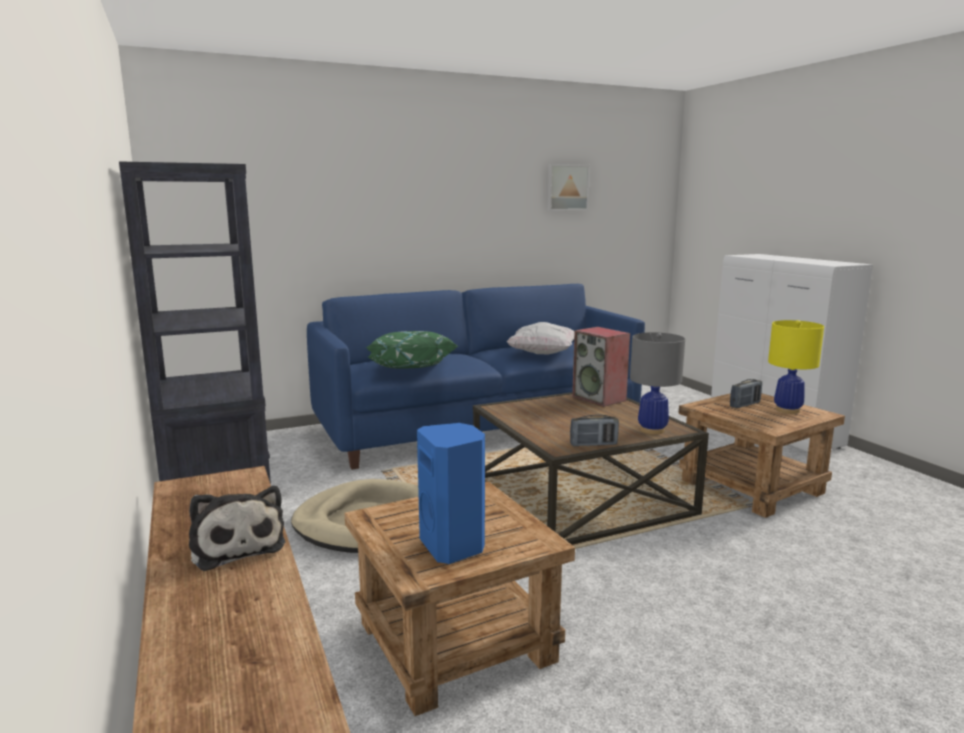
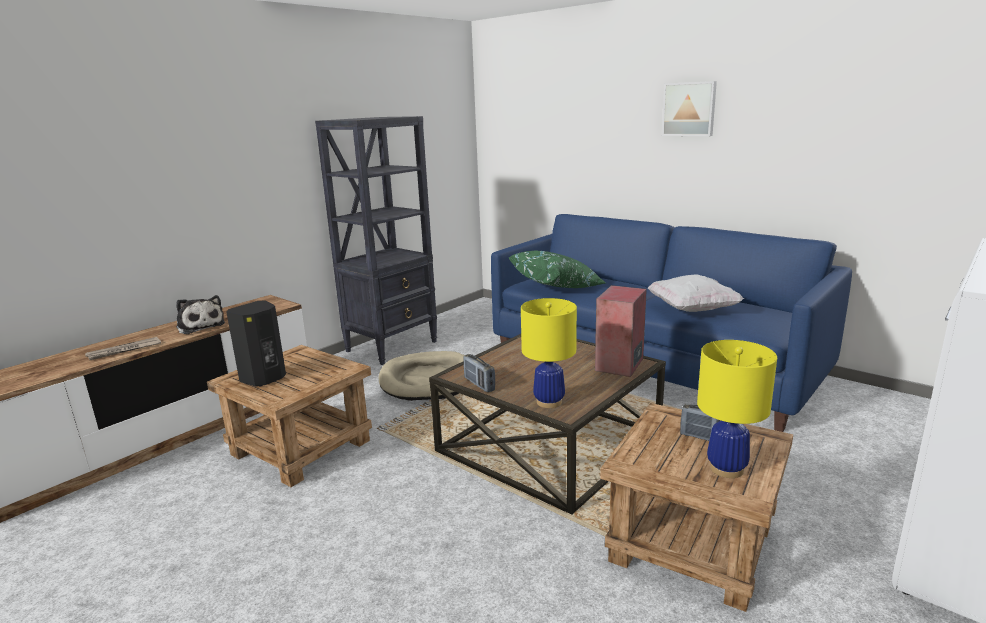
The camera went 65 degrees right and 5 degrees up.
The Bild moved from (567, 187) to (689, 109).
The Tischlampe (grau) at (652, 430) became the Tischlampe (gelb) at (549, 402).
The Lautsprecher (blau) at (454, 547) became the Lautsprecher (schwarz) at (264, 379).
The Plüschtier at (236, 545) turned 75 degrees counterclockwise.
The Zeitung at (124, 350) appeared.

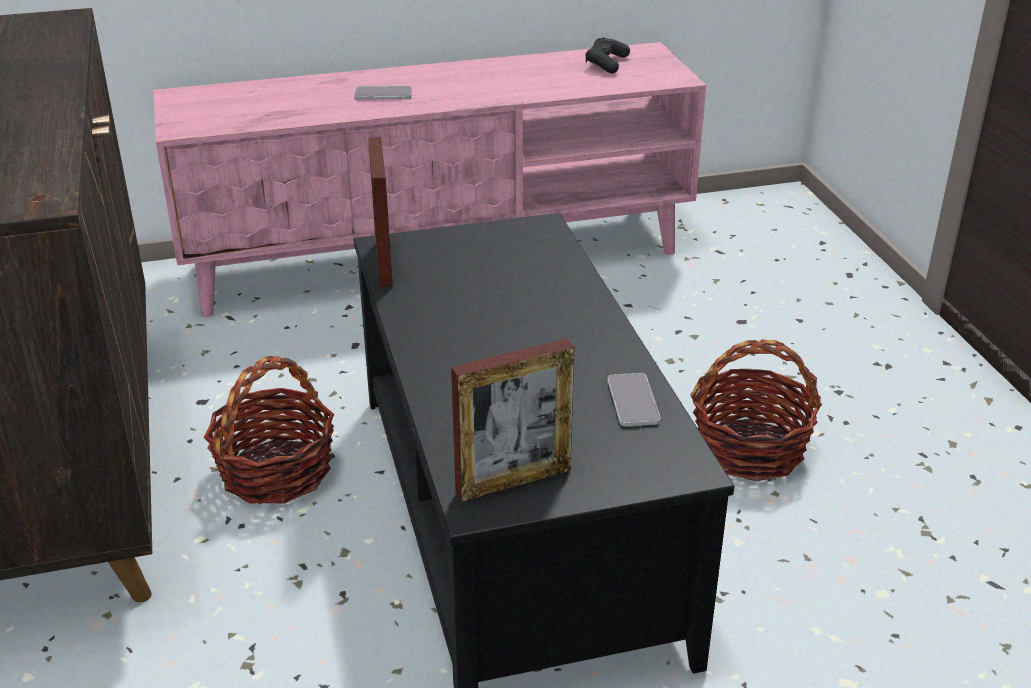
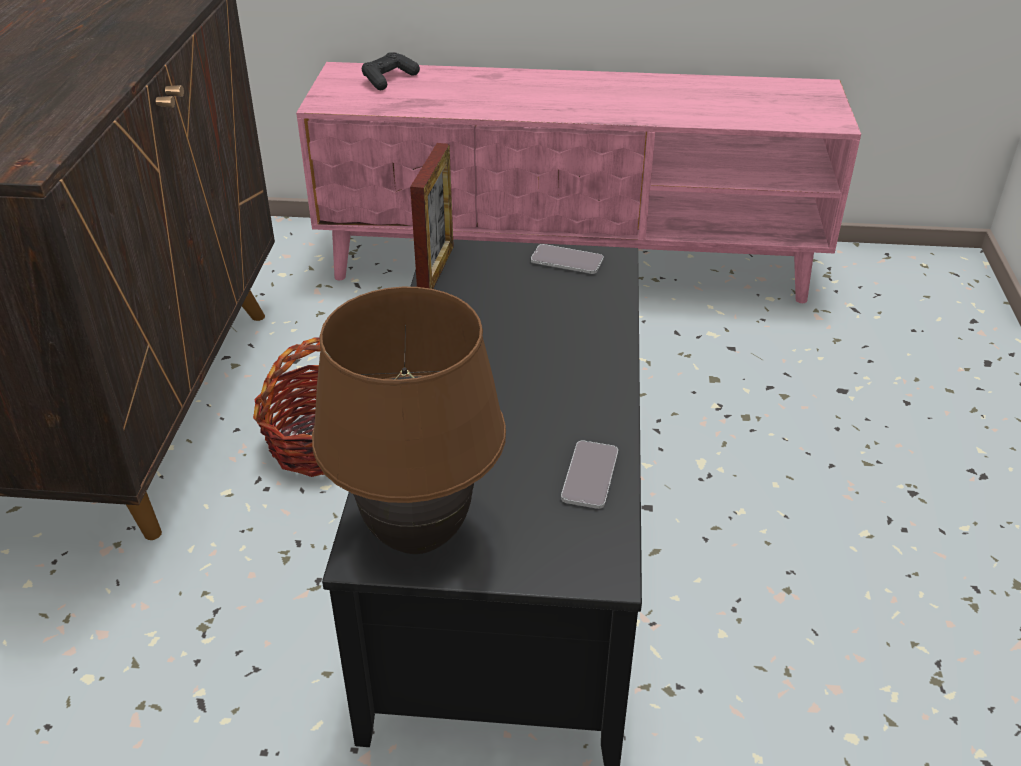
The camera went 20 degrees right and 5 degrees up.
The Gamepad (schwarz) moved from (606, 63) to (389, 79).
The Handy moved from (383, 94) to (567, 260).
The Bilderrahmen at (513, 481) was replaced by the Tischlampe (braun) at (417, 536).
The Korb at (750, 449) disappeared.

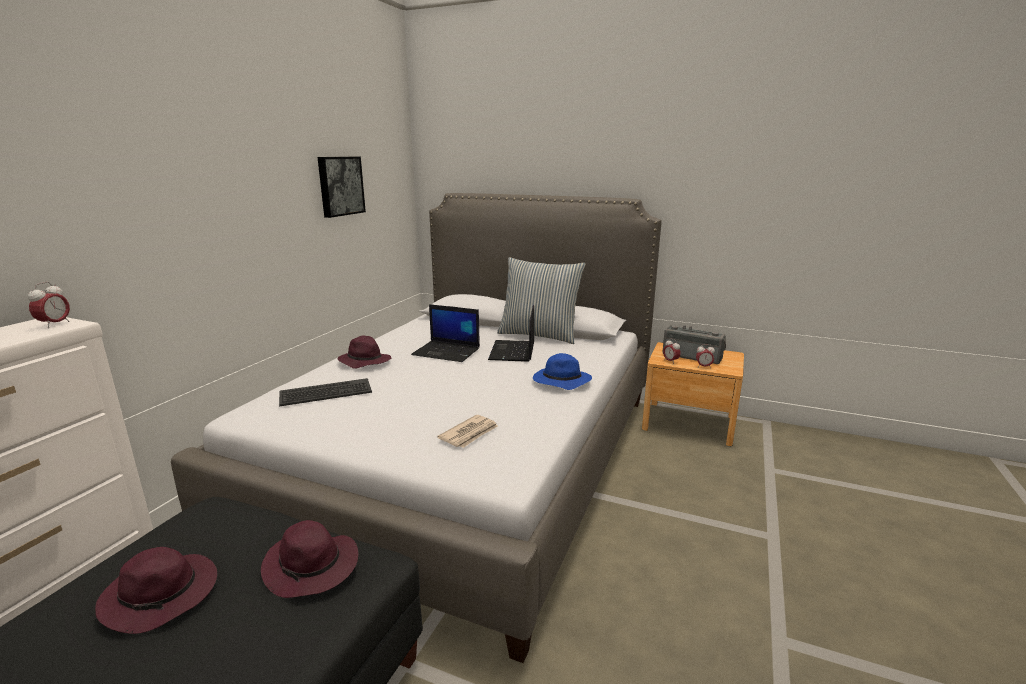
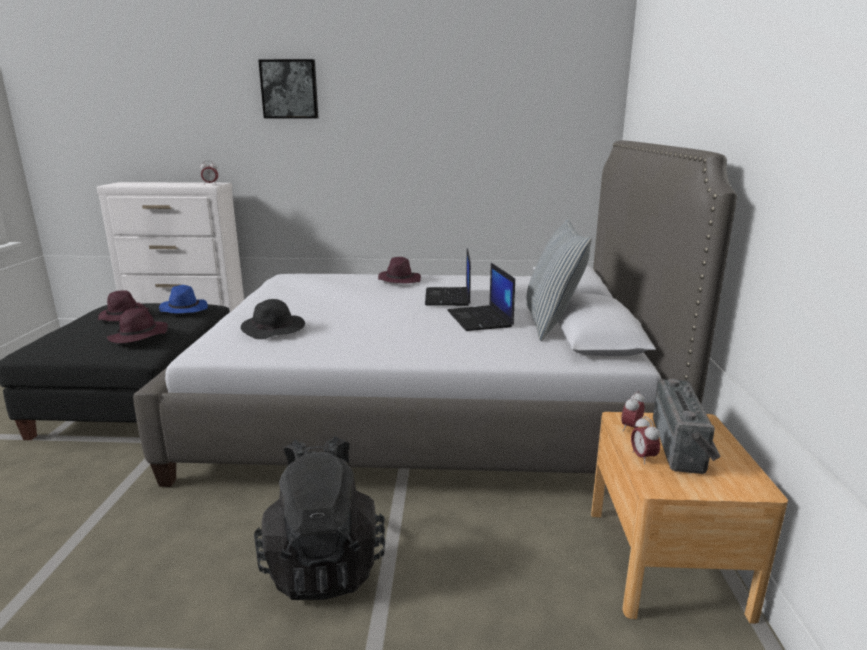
The camera went 70 degrees right and 0 degrees up.
The Bild moved from (340, 186) to (289, 89).
The Laptop at (513, 351) turned 90 degrees counterclockwise.
The Hut (blau) moved from (560, 382) to (183, 310).
The Tastatur at (326, 393) disappeared.
The Zeitung at (470, 434) was replaced by the Hut (schwarz) at (274, 330).
The Rucksack (schwarz) at (324, 564) appeared.

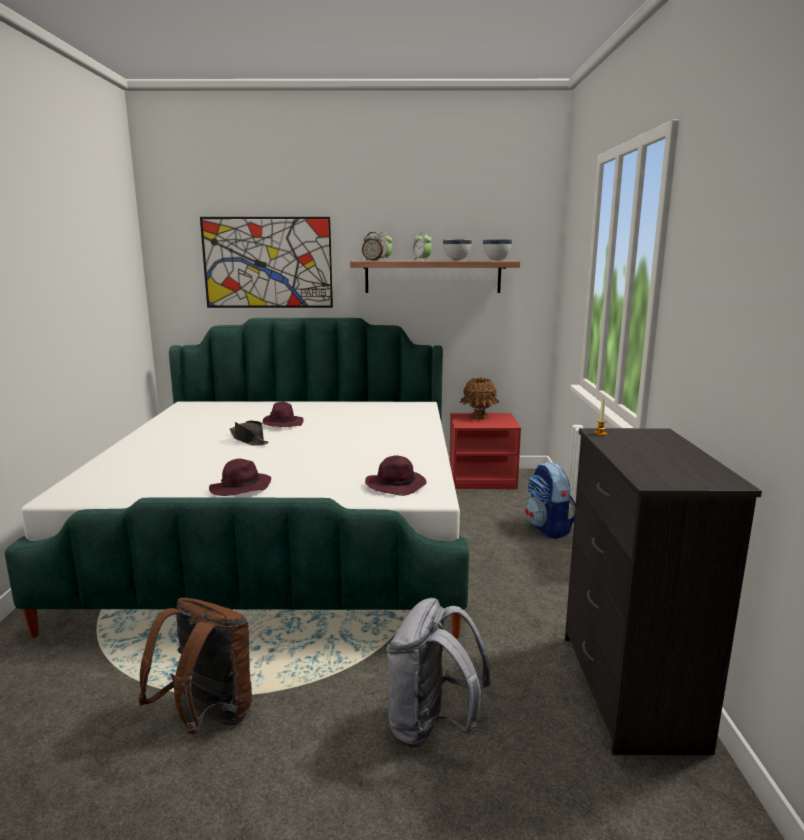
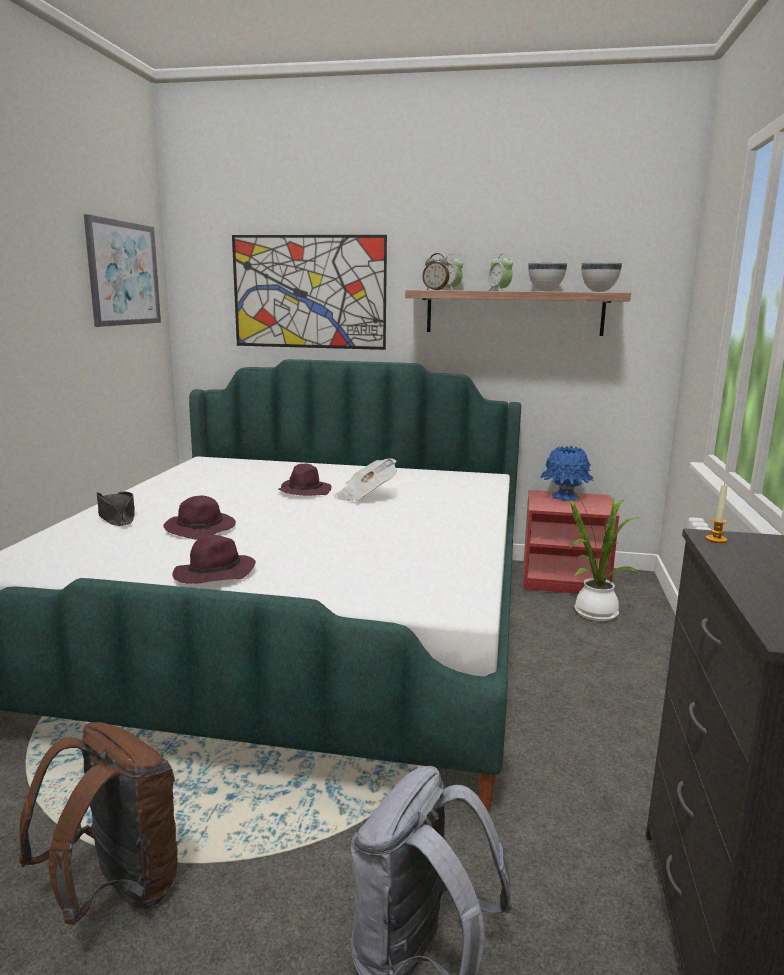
The camera went 10 degrees right and 0 degrees up.
The Vase (braun) at (478, 416) became the Vase (blau) at (565, 497).
The Hut (schwarz) moved from (249, 440) to (117, 517).
The Hut (lila) moved from (396, 485) to (201, 529).
The Rucksack at (548, 529) disappeared.
The Bild at (124, 273) appeared.
The Zeitung at (365, 496) appeared.
The Topfpflanze at (592, 612) appeared.

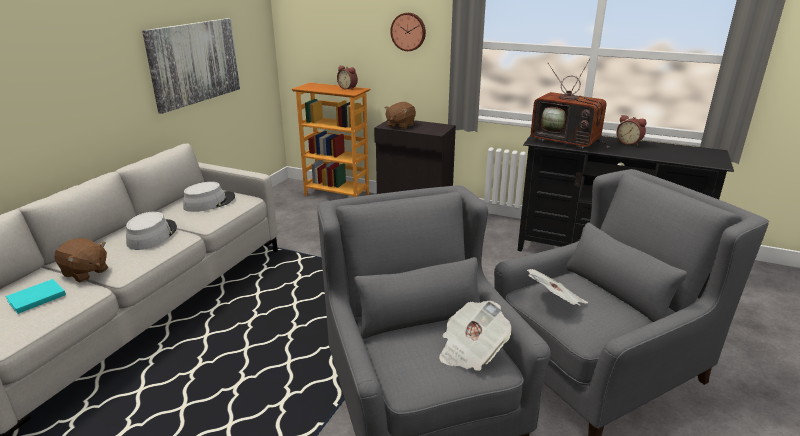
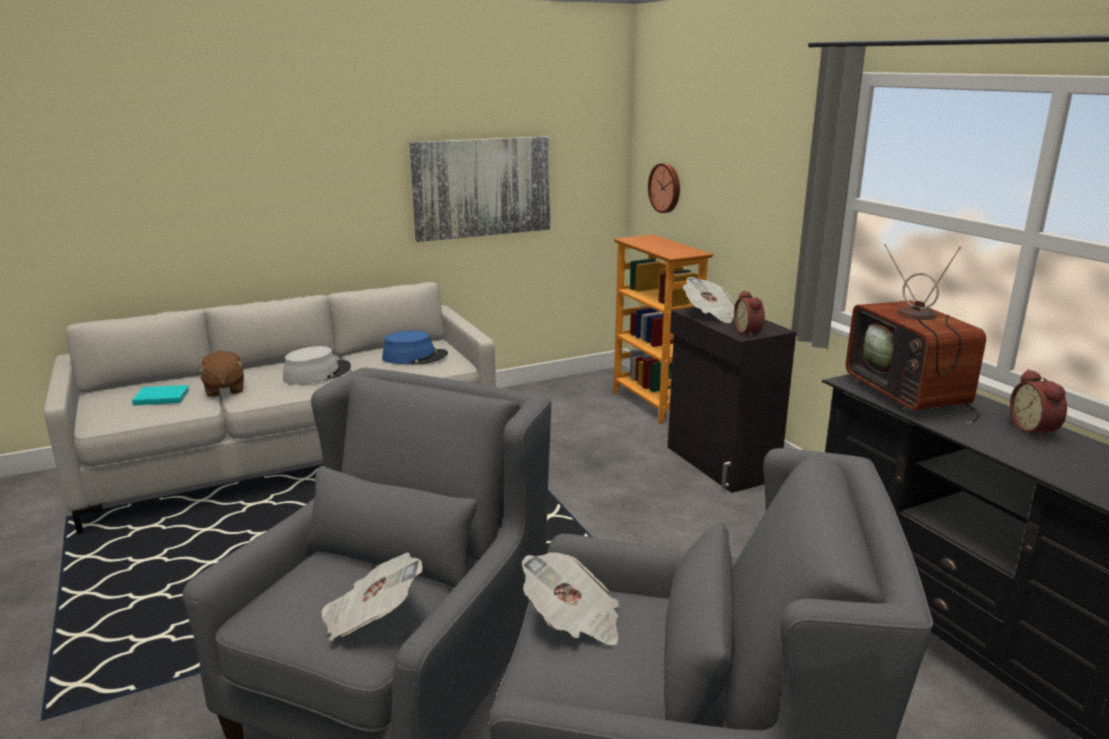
The camera went 40 degrees right and 5 degrees down.
The Wanduhr moved from (408, 31) to (666, 188).
The Wecker moved from (348, 88) to (749, 332).
The Plüschtier (braun) at (400, 125) was replaced by the Zeitung at (710, 315).
The Hut (grau) at (209, 202) became the Hut (blau) at (415, 357).

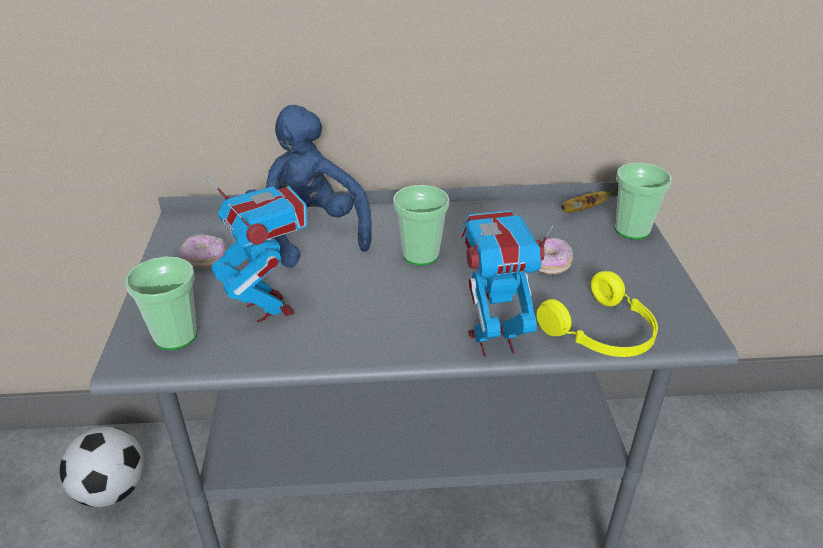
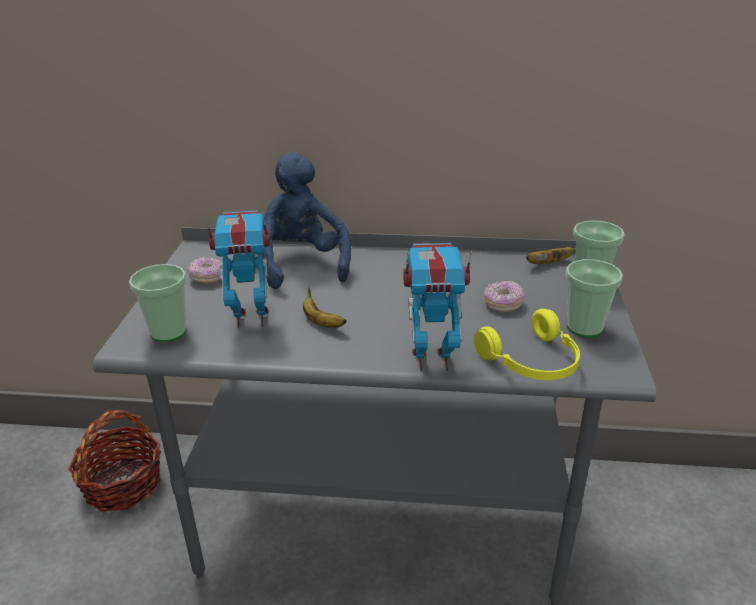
The camera went 10 degrees right and 5 degrees down.
The Spielzeugroboter at (270, 307) turned 75 degrees counterclockwise.
The Tasse moved from (420, 255) to (584, 327).
The Fußball at (112, 490) was replaced by the Korb at (123, 484).
The Banane at (321, 323) appeared.

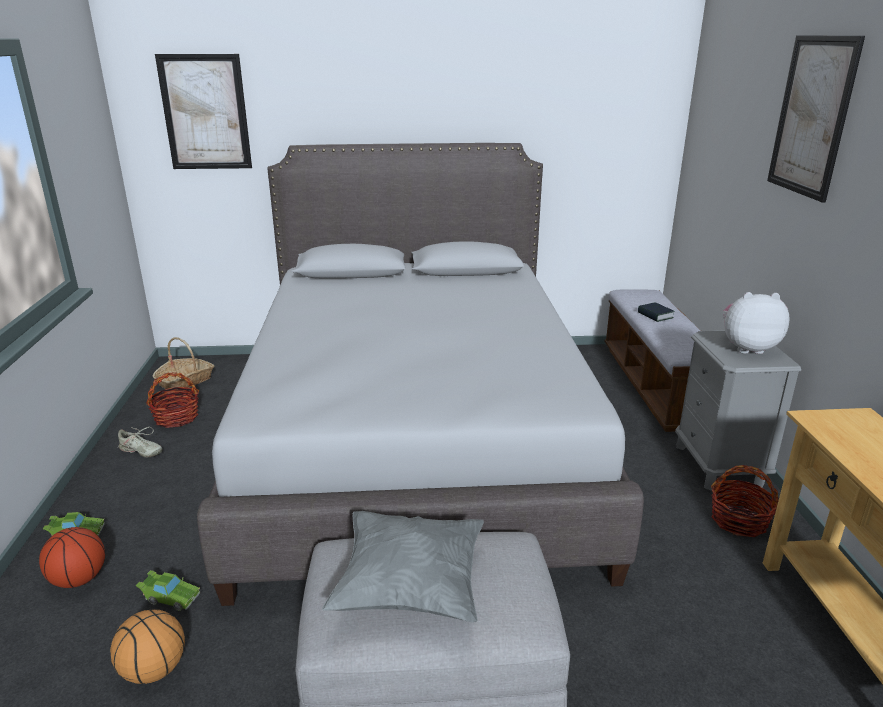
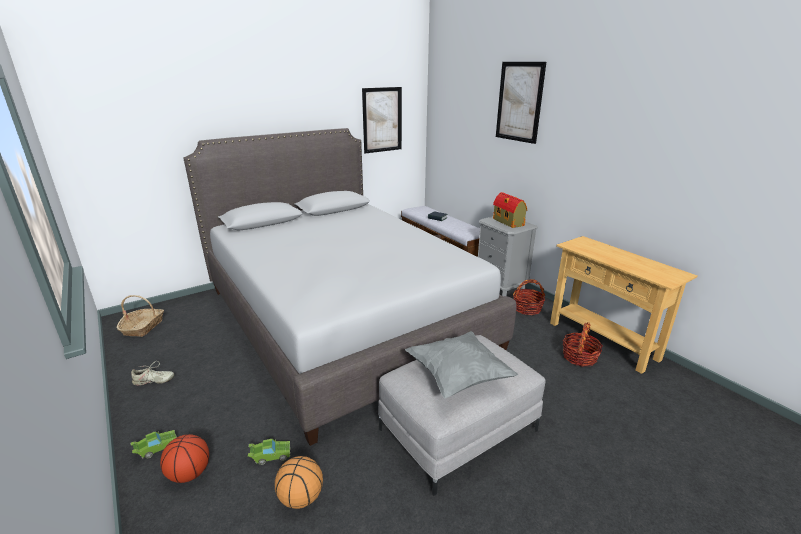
The camera went 30 degrees left and 0 degrees up.
The Bild moved from (205, 113) to (382, 120).
The Plüschtier at (747, 348) was replaced by the Spielzeughaus at (508, 222).
The Korb moved from (176, 418) to (579, 357).

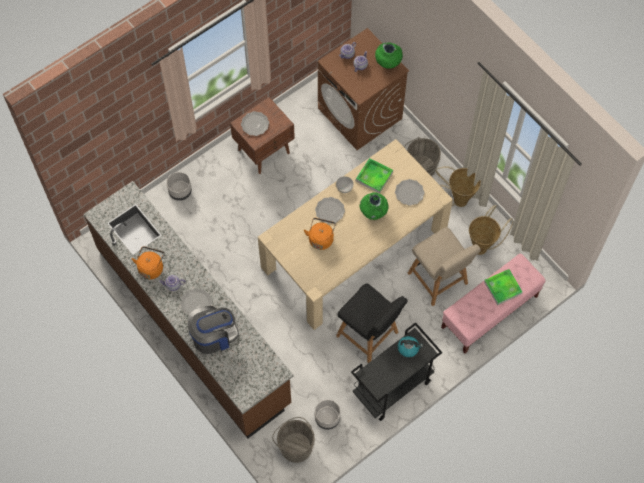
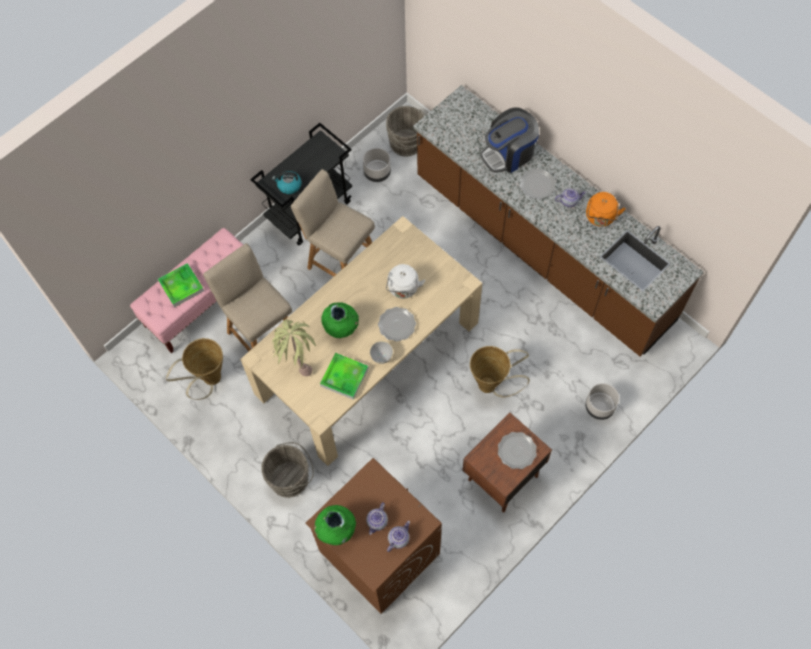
The camera went 175 degrees right and 0 degrees up.
The Korb moved from (456, 200) to (492, 385).
The Teller at (409, 193) was replaced by the Topfpflanze at (297, 360).
The Wasserkessel (orange) at (321, 238) became the Wasserkessel (weiß) at (403, 289).
The Stuhl (schwarz) at (369, 336) became the Stuhl (beige) at (339, 260).

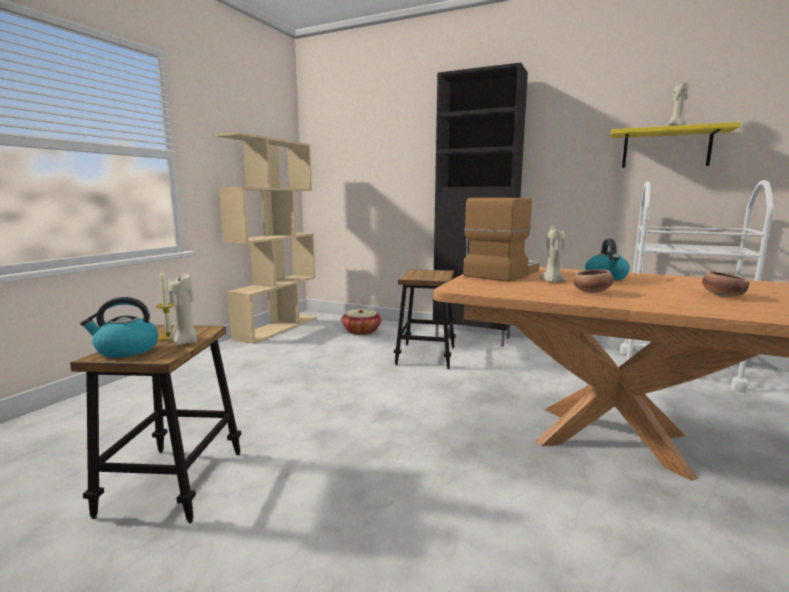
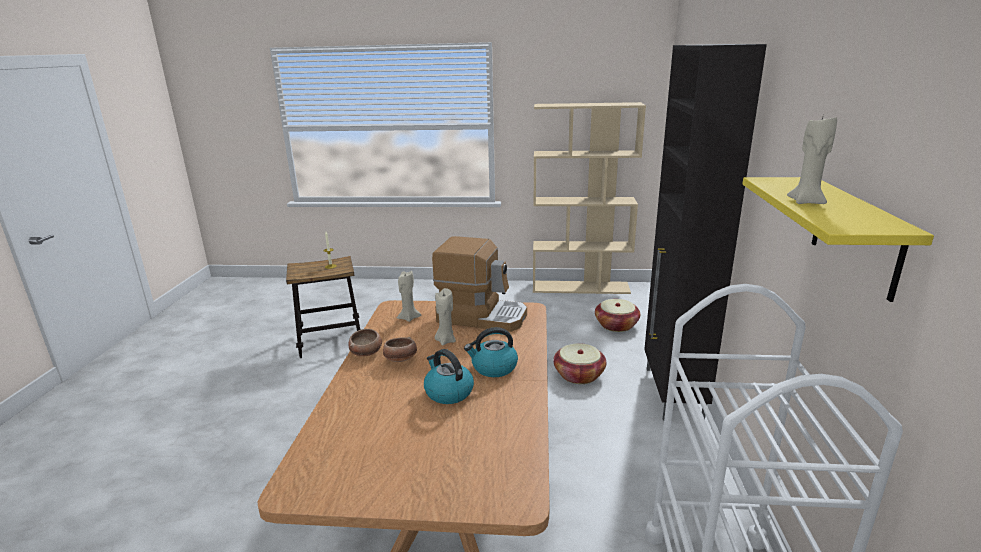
The camera went 70 degrees right and 10 degrees up.
The Hocker at (426, 356) was replaced by the Korb at (579, 375).
The Schüssel moved from (722, 296) to (366, 352).
The Kerze (beige) moved from (185, 342) to (409, 318).
The Wasserkessel moved from (126, 350) to (448, 392).

